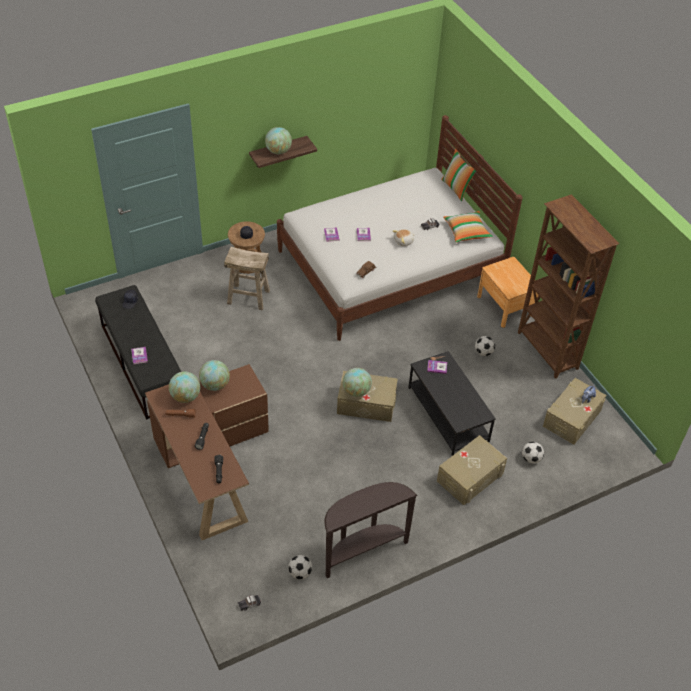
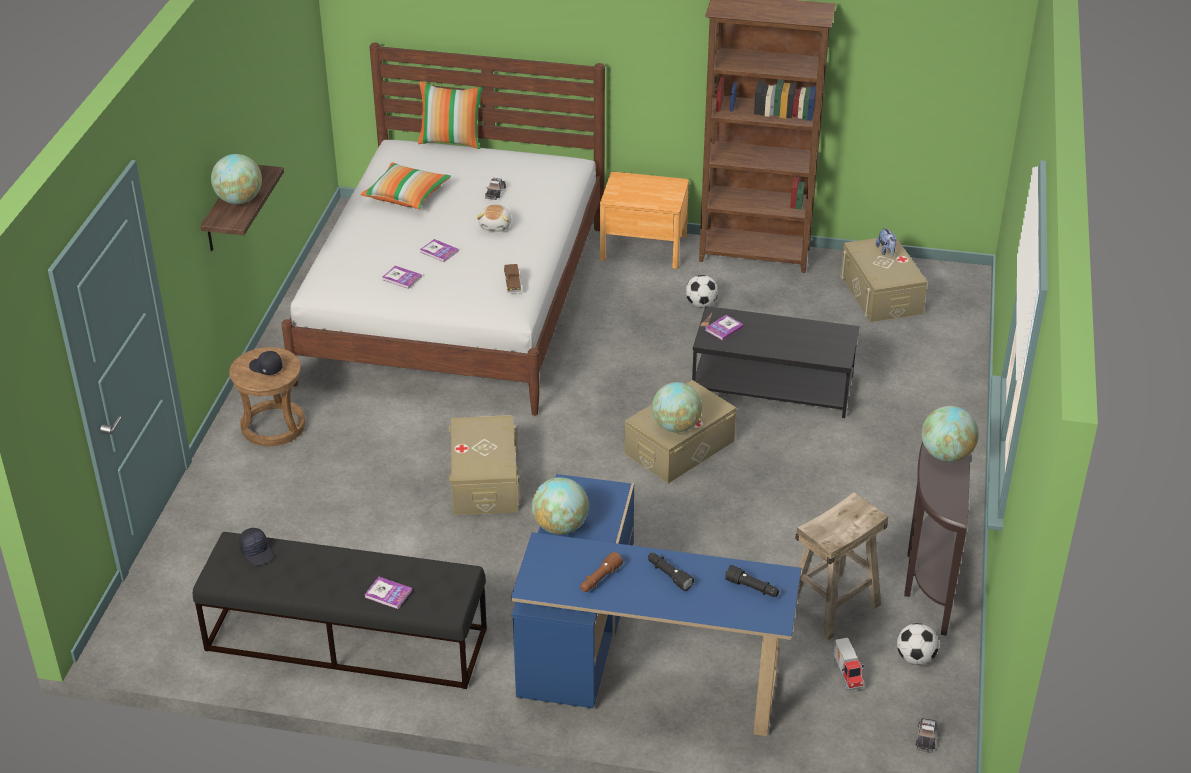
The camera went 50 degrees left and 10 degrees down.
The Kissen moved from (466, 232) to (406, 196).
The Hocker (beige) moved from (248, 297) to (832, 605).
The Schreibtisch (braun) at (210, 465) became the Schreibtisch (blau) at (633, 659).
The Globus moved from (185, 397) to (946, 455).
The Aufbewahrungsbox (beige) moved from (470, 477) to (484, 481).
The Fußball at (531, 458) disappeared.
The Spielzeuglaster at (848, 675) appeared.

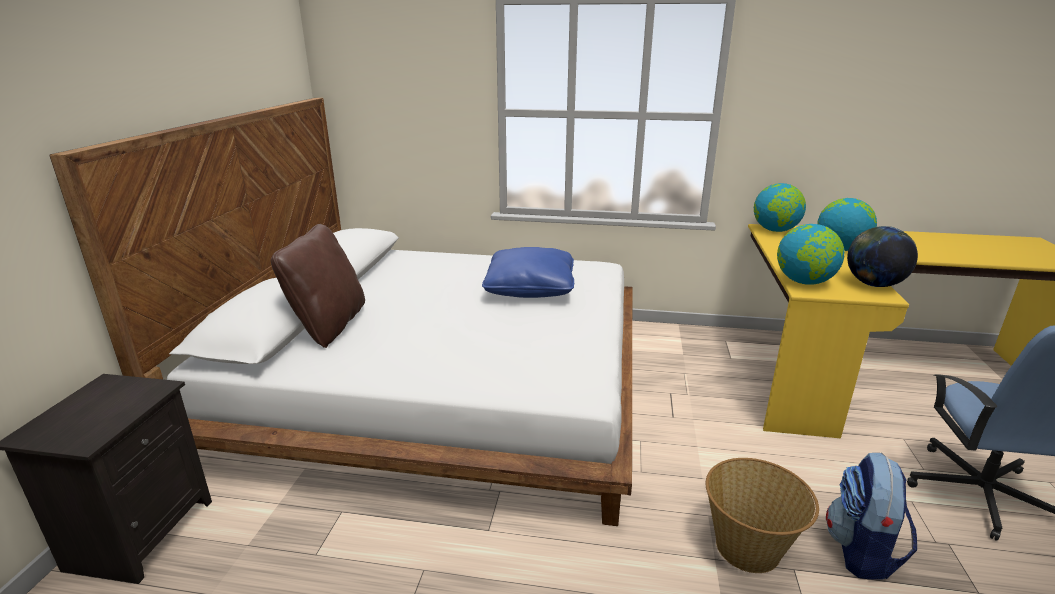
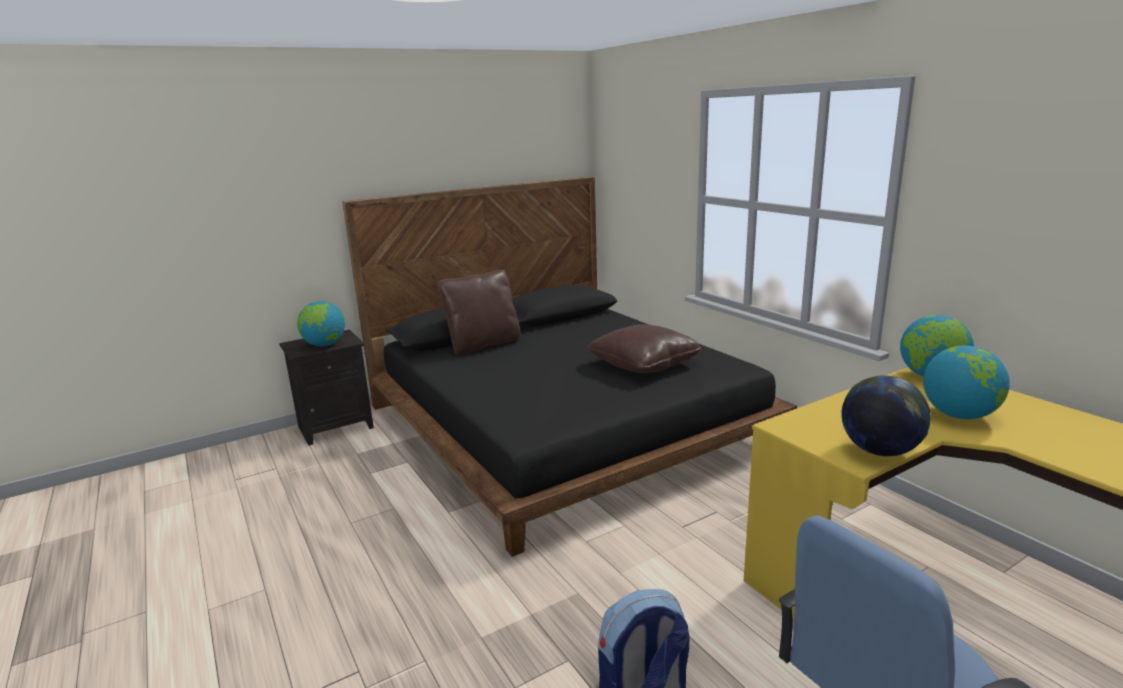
The camera went 50 degrees right and 5 degrees down.
The Bett (weiß) at (442, 383) became the Bett (schwarz) at (564, 424).
The Globus moved from (804, 282) to (324, 345).
The Kissen (blau) at (530, 288) became the Kissen (braun) at (644, 364).
The Korb at (749, 548) disappeared.

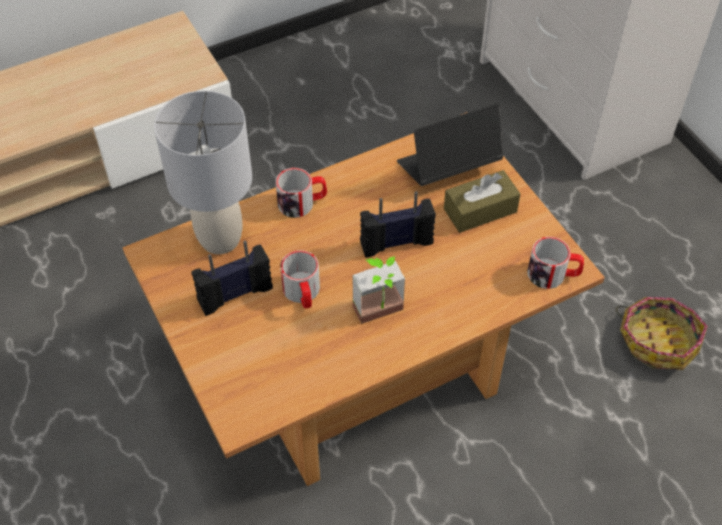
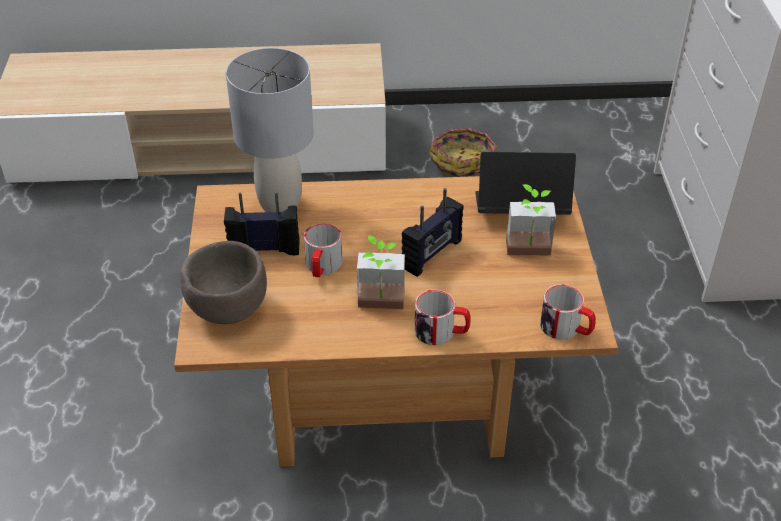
The camera went 25 degrees right and 10 degrees down.
The Henkelbecher moved from (302, 203) to (441, 332).
The Taschentuchbox (braun) at (480, 210) was replaced by the Topfpflanze at (528, 254).
The Radio at (396, 242) turned 120 degrees clockwise.
The Korb moved from (657, 340) to (463, 162).
The Schüssel (braun) at (227, 308) appeared.

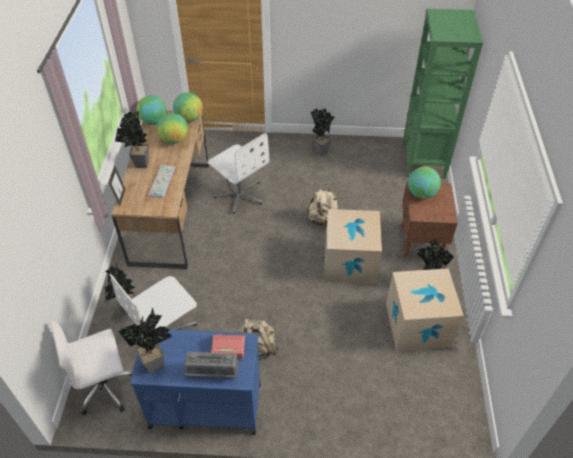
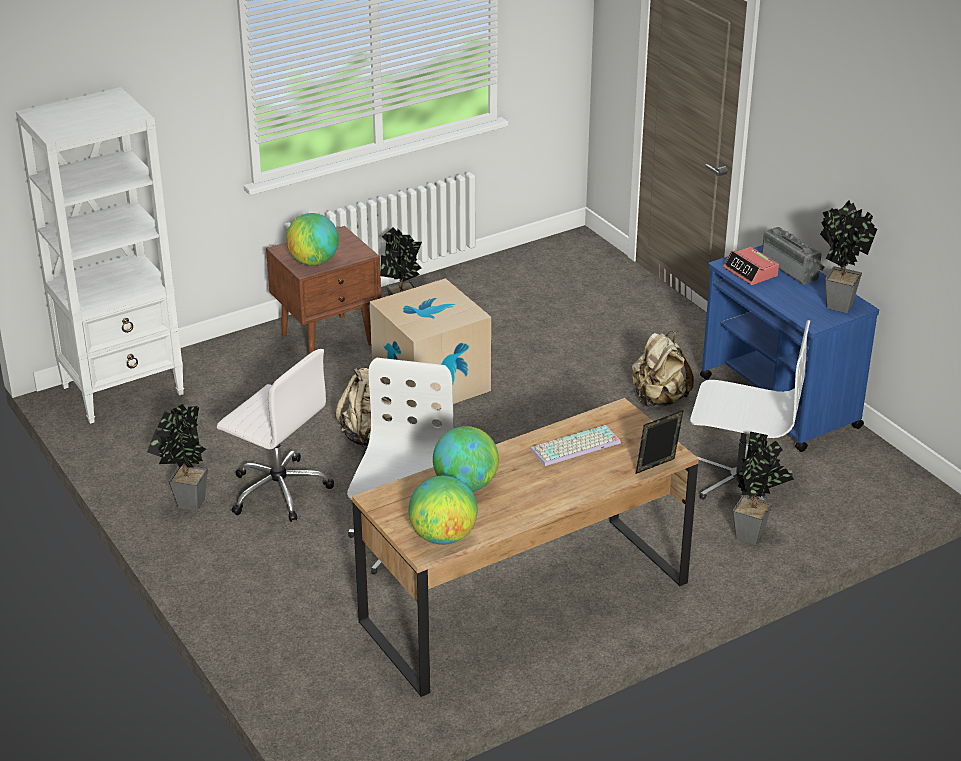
The camera went 125 degrees left and 15 degrees down.
The Bücherregal (grün) at (423, 161) became the Bücherregal (weiß) at (124, 390).
The Globus at (189, 119) disappeared.
The Topfpflanze at (140, 165) disappeared.
The Karton at (417, 325) disappeared.
The Bürostuhl (weiß) moved from (106, 386) to (278, 490).

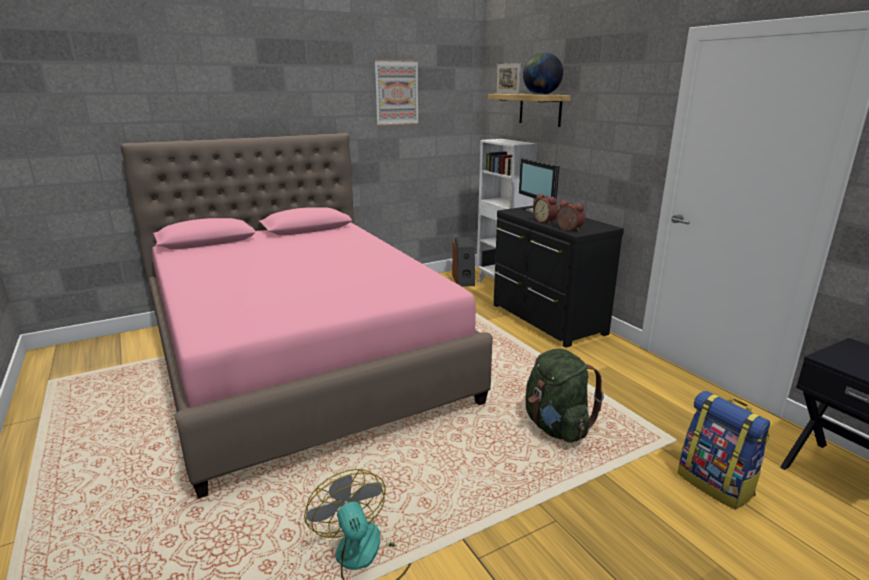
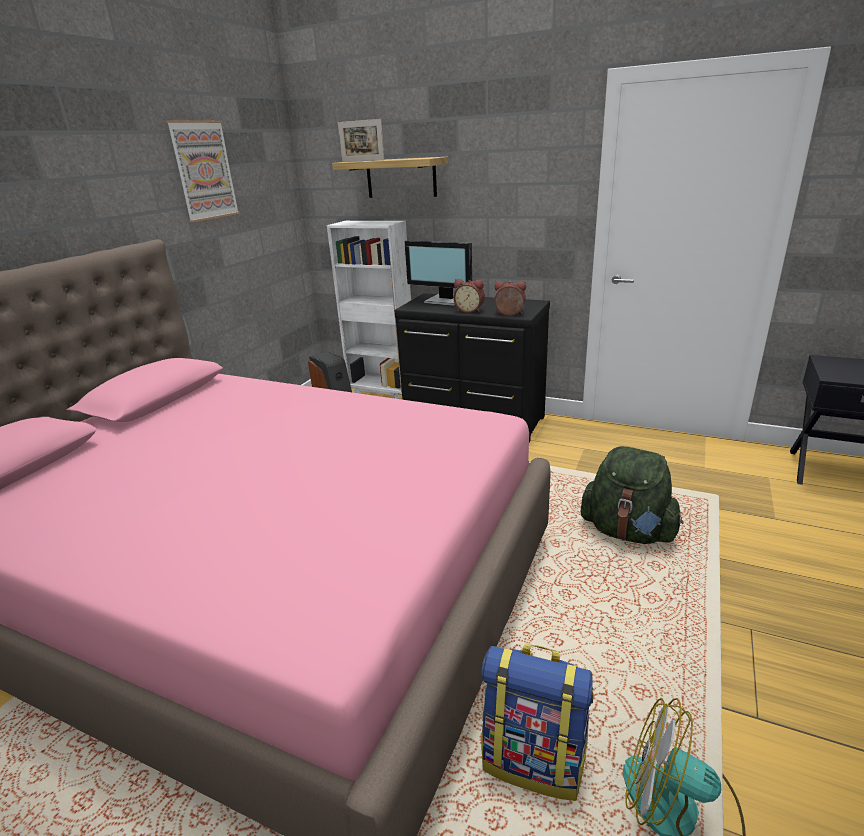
The camera went 35 degrees left and 5 degrees up.
The Globus at (541, 94) disappeared.
The Rucksack moved from (716, 484) to (534, 759).

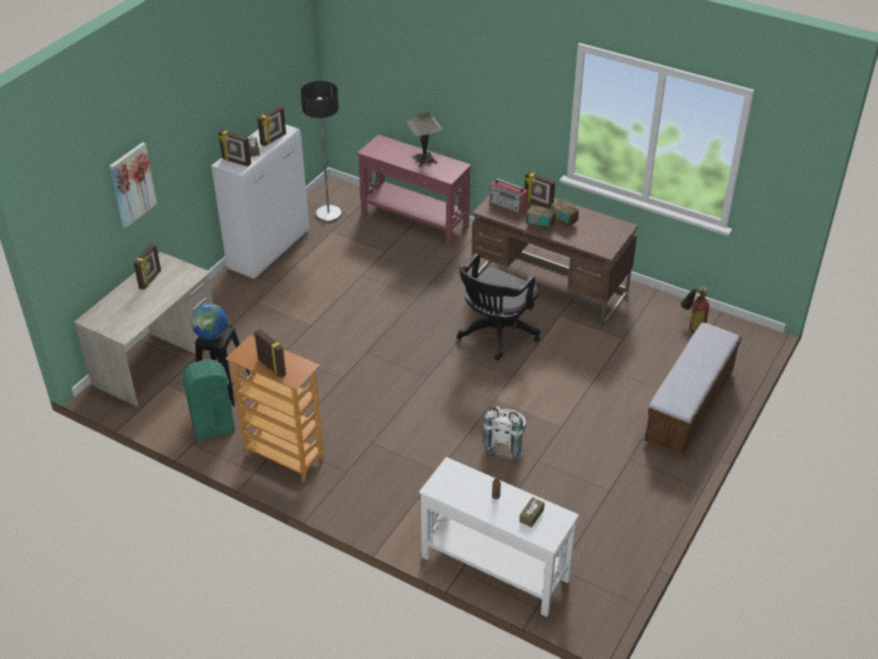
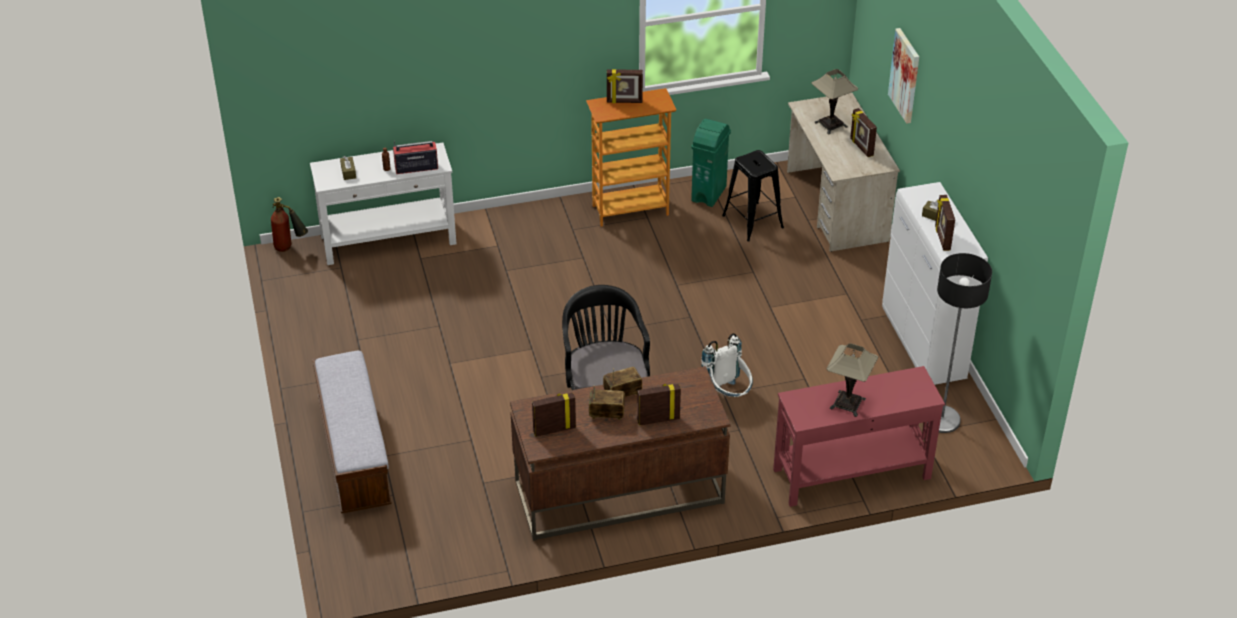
The camera went 135 degrees right and 0 degrees up.
The Bilderrahmen moved from (236, 162) to (554, 429).
The Radio moved from (508, 205) to (415, 167).
The Feuerlöscher moved from (692, 326) to (290, 248).
The Globus at (211, 335) disappeared.
The Rucksack (weiß) moved from (505, 443) to (728, 396).
The Tischlampe at (830, 124) appeared.

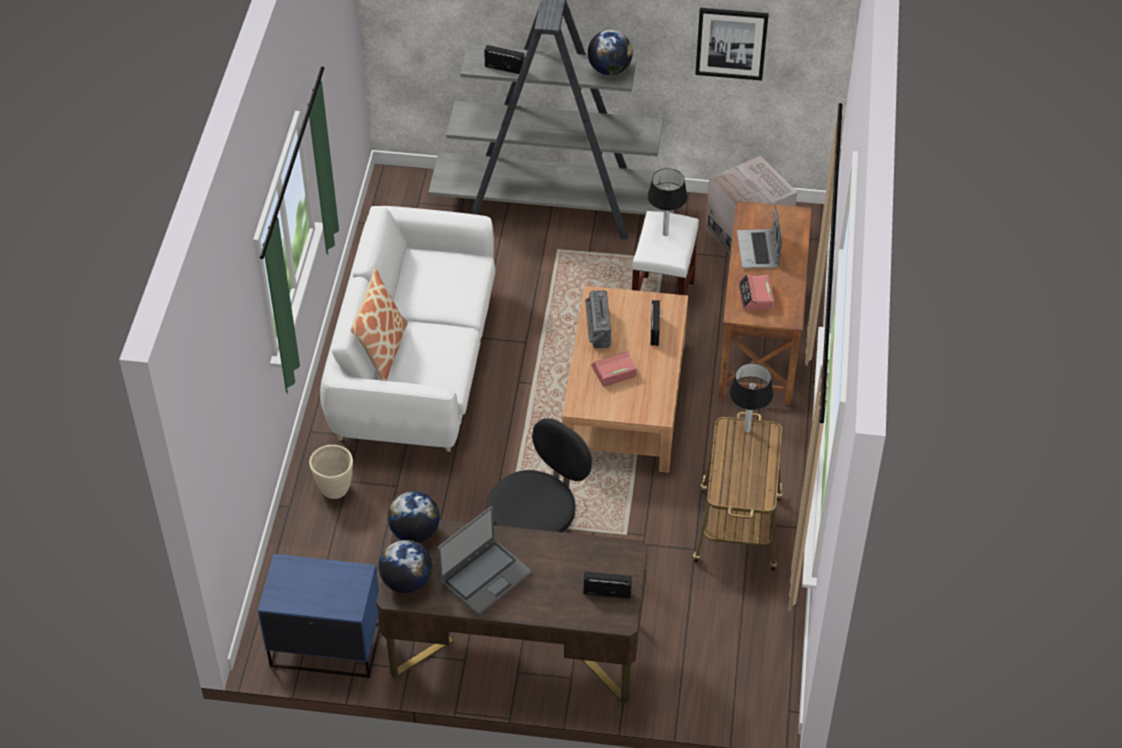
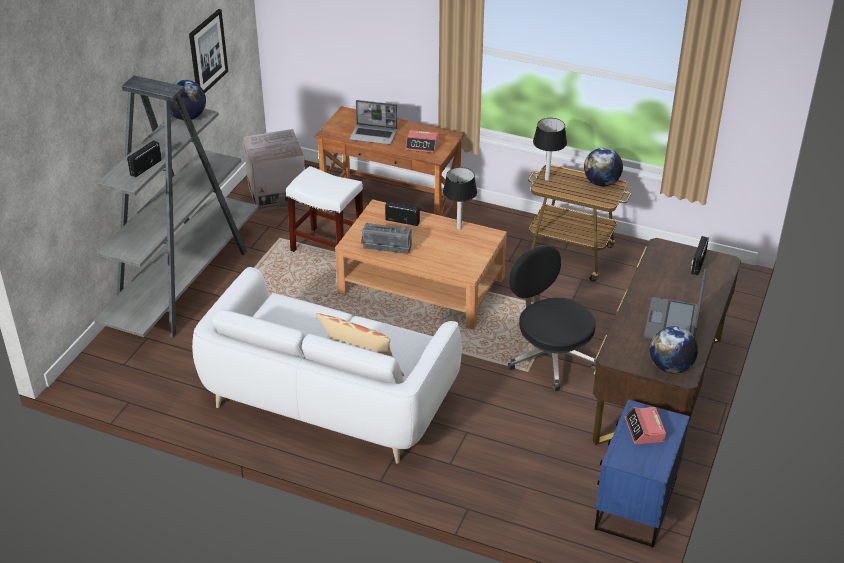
The camera went 75 degrees left and 10 degrees down.
The Tischlampe moved from (665, 234) to (459, 228).
The Wecker moved from (613, 371) to (644, 430).
The Pflanzkübel (beige) at (334, 489) disappeared.
The Globus moved from (414, 532) to (601, 183).
The Laptop at (485, 577) turned 135 degrees counterclockwise.

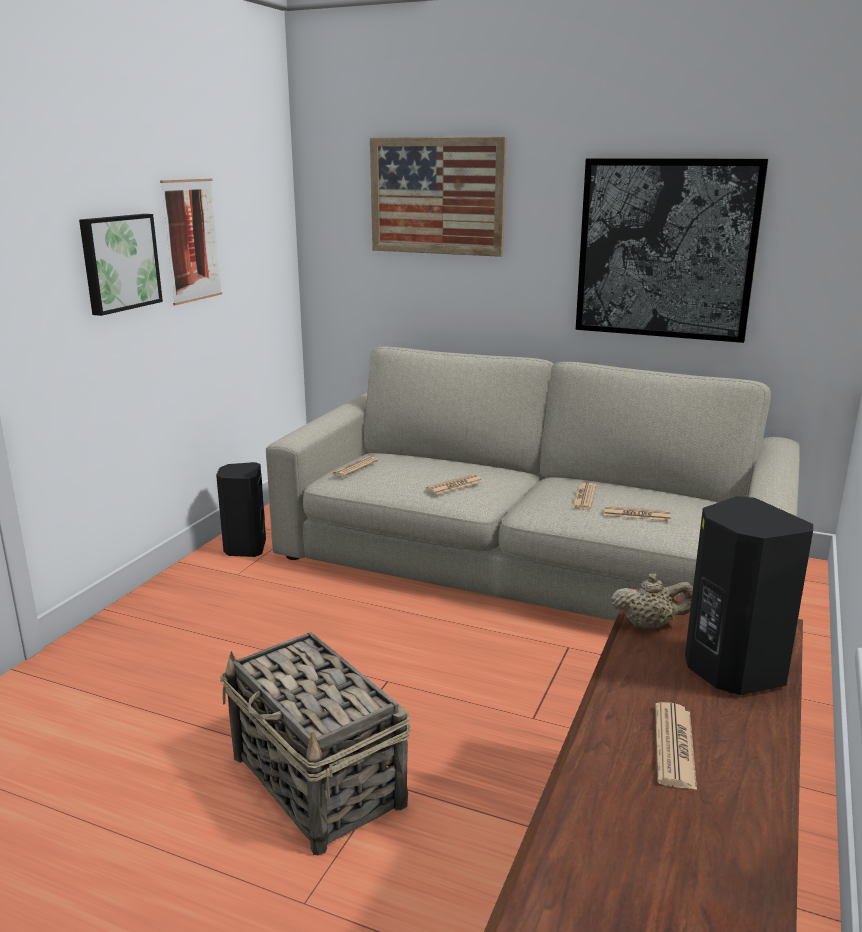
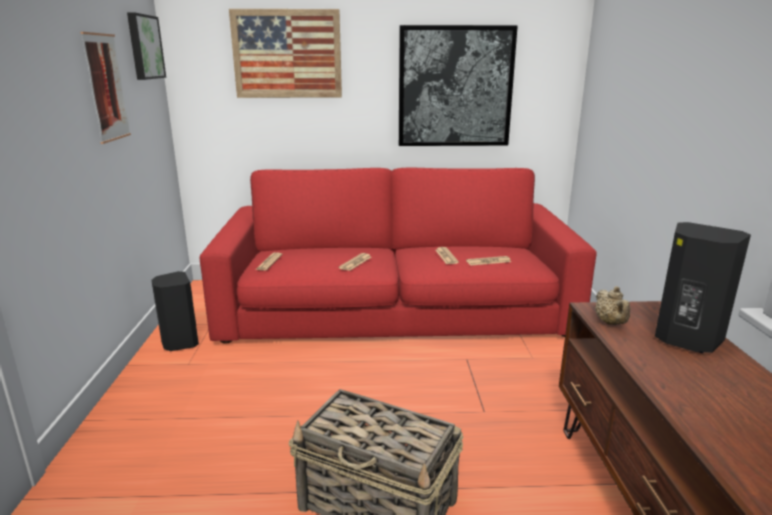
The camera went 25 degrees left and 0 degrees up.
The Bild moved from (119, 262) to (144, 47).
The Sofa (beige) at (527, 560) became the Sofa (rot) at (395, 308).
The Teekanne (beige) at (650, 625) turned 105 degrees clockwise.
The Zeitung at (674, 746) disappeared.

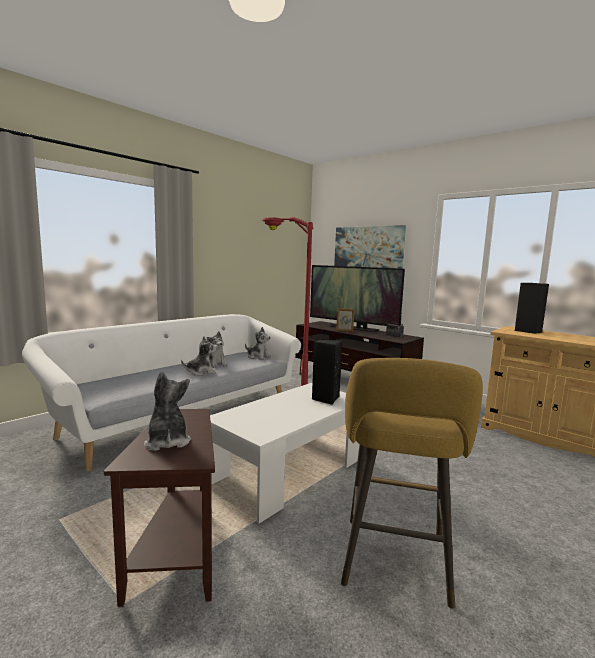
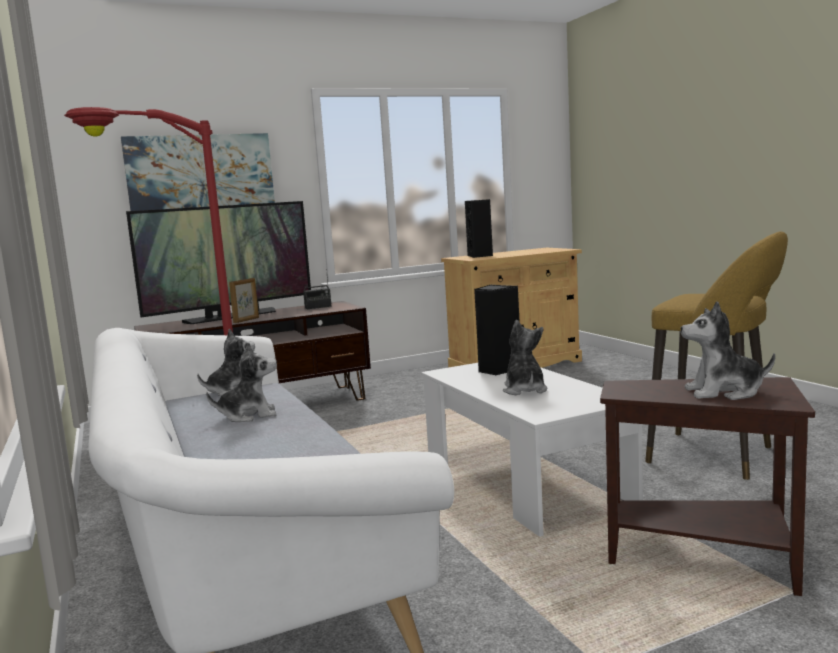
The camera went 65 degrees left and 0 degrees up.
The Plüschtier moved from (201, 372) to (524, 390).

